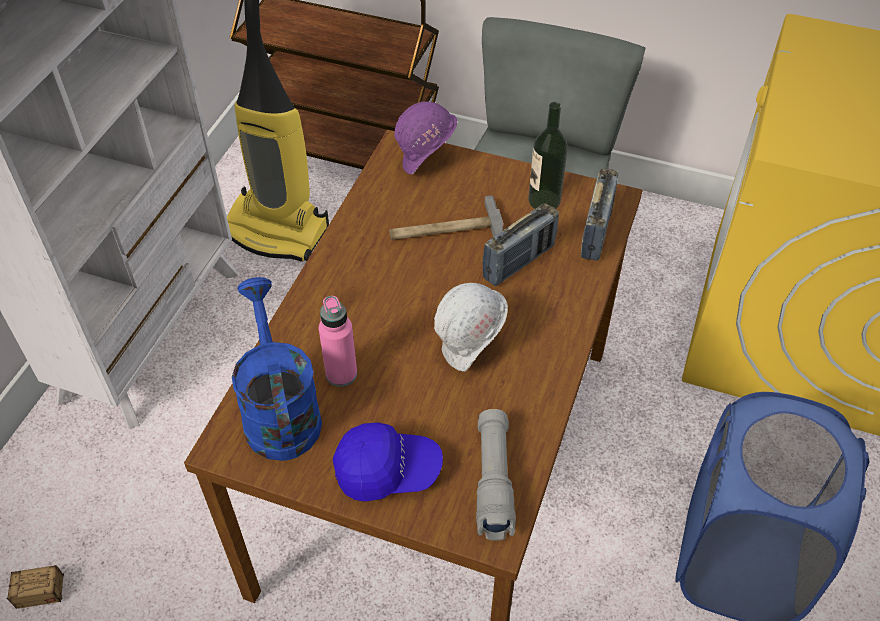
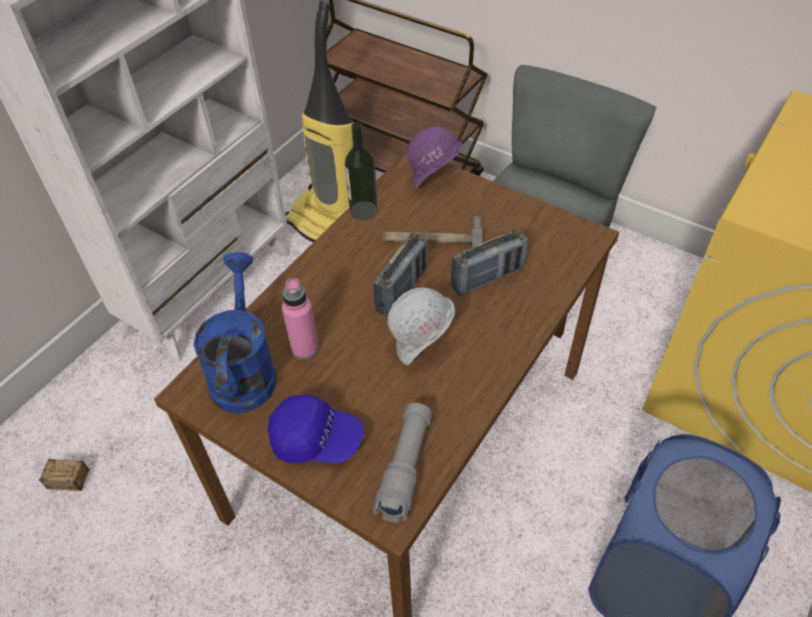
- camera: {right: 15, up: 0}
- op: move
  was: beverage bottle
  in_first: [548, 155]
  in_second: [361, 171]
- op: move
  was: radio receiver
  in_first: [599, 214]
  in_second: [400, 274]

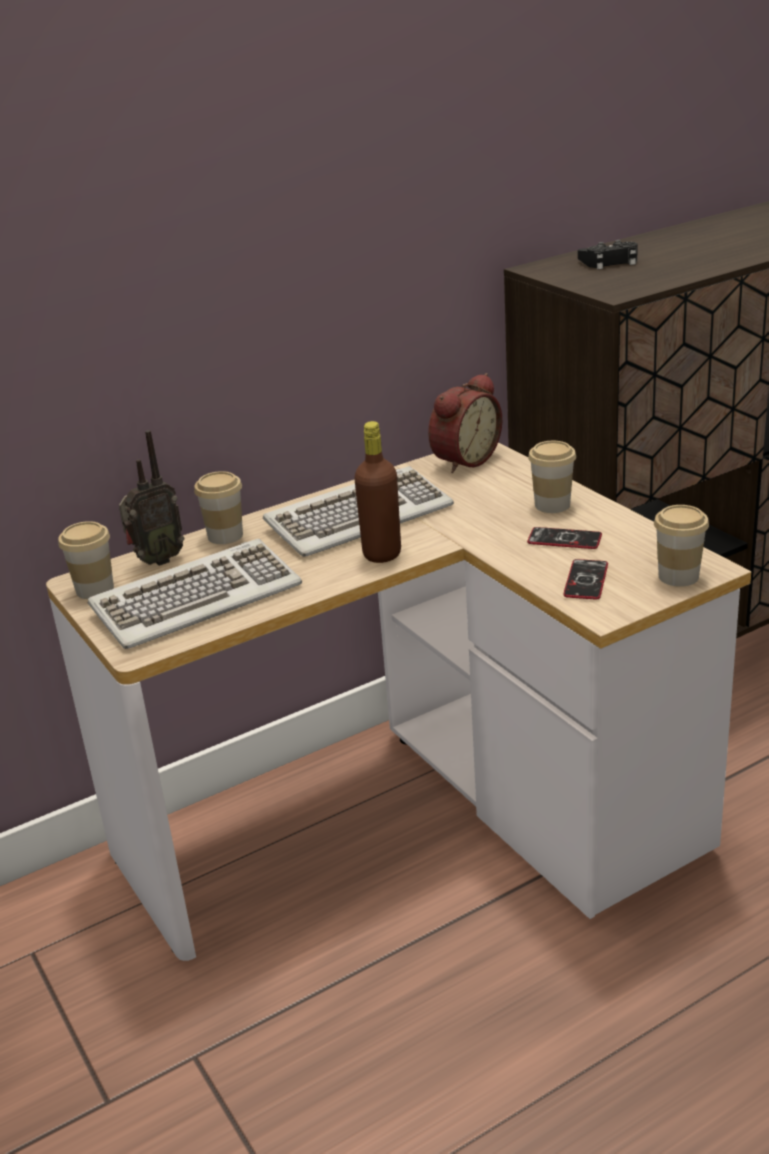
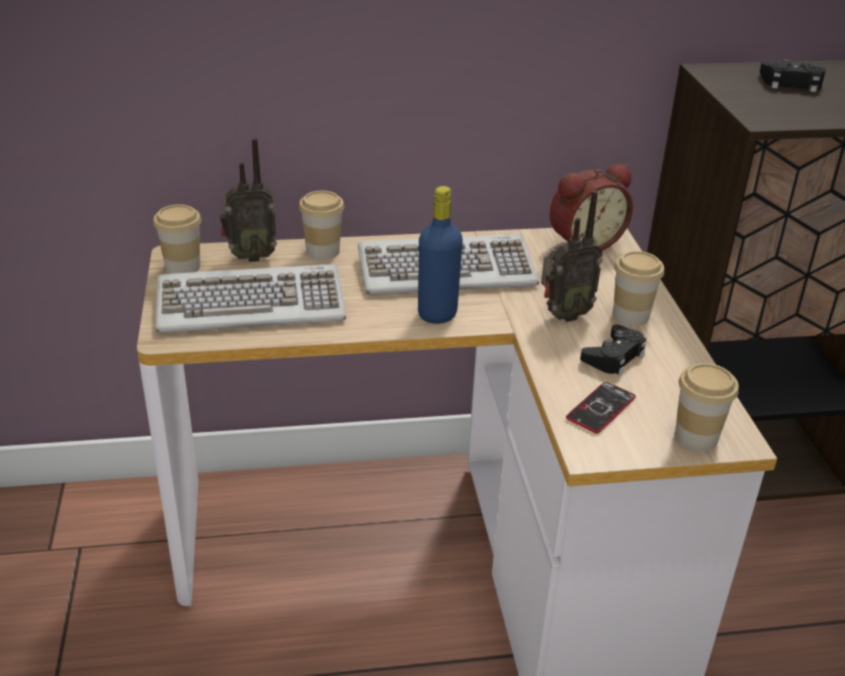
- camera: {right: 20, up: 5}
- op: insert
  now: radio receiver
  in_second: [572, 256]
- op: replace
  was: telephone
  now: gamepad (black-coloured)
  in_first: [564, 538]
  in_second: [613, 350]
- op: recolor
  was: beverage bottle (brown)
  now: beverage bottle (bluish)
  in_first: [377, 492]
  in_second: [440, 255]

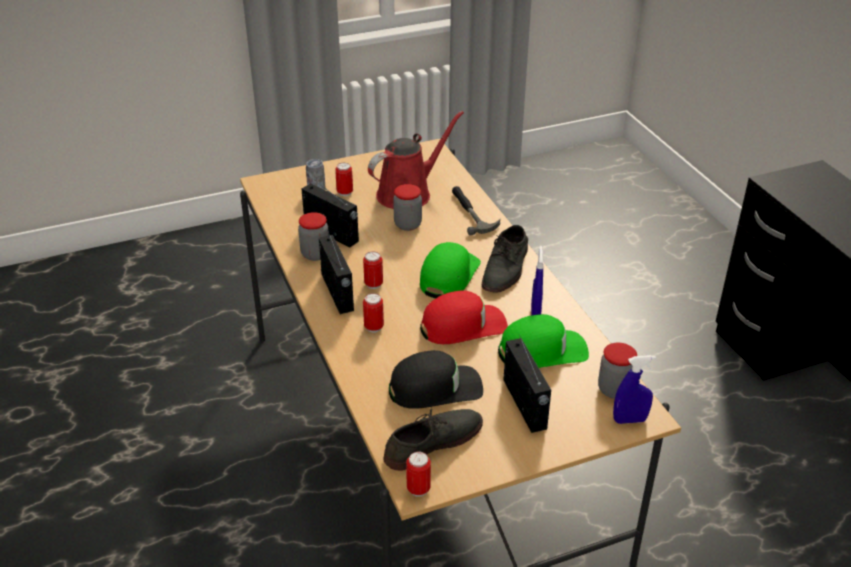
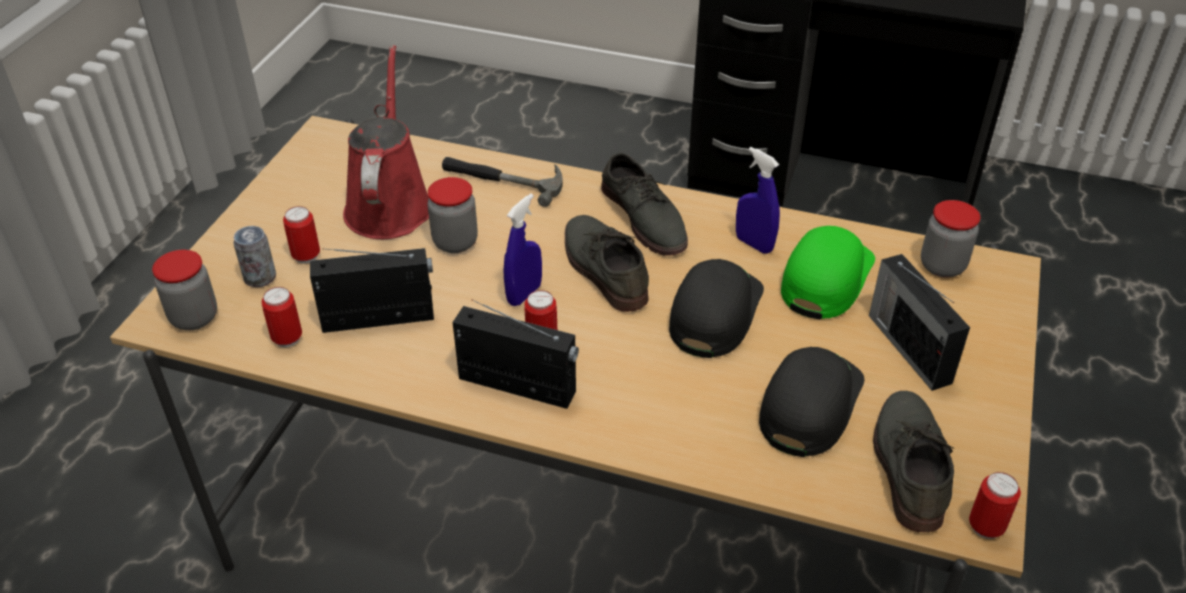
- camera: {right: -50, up: 5}
- op: move
  was: storage jar
  in_first: [313, 236]
  in_second: [184, 290]
- op: move
  was: sealed can
  in_first: [373, 312]
  in_second: [282, 317]
- op: move
  was: sprayer (bluish)
  in_first: [634, 389]
  in_second: [522, 250]
- op: replace
  was: baseball cap (greenish)
  now: low shoe (grey)
  in_first: [450, 270]
  in_second: [607, 263]
- op: recolor
  was: baseball cap (red)
  now: baseball cap (black-coloured)
  in_first: [464, 317]
  in_second: [716, 308]
- op: rotate
  was: radio receiver
  in_first: [527, 384]
  in_second: [919, 322]
  clockwise: -135

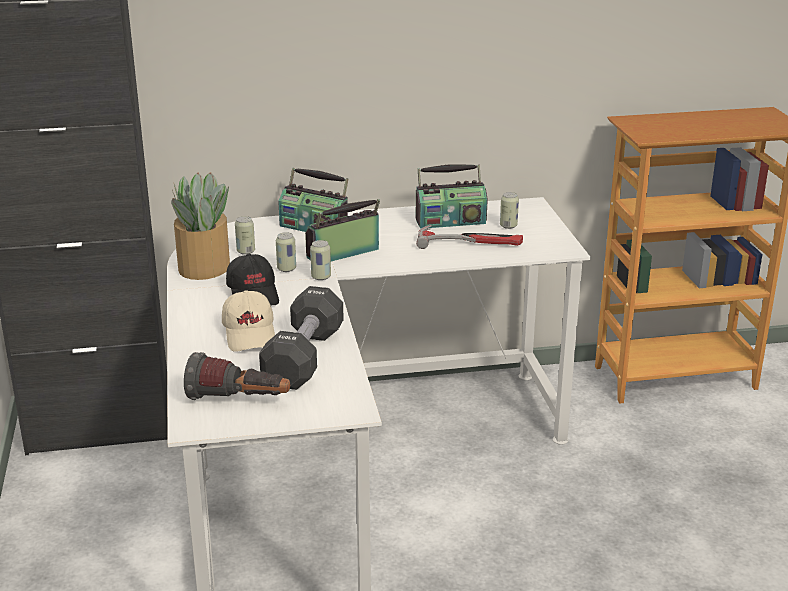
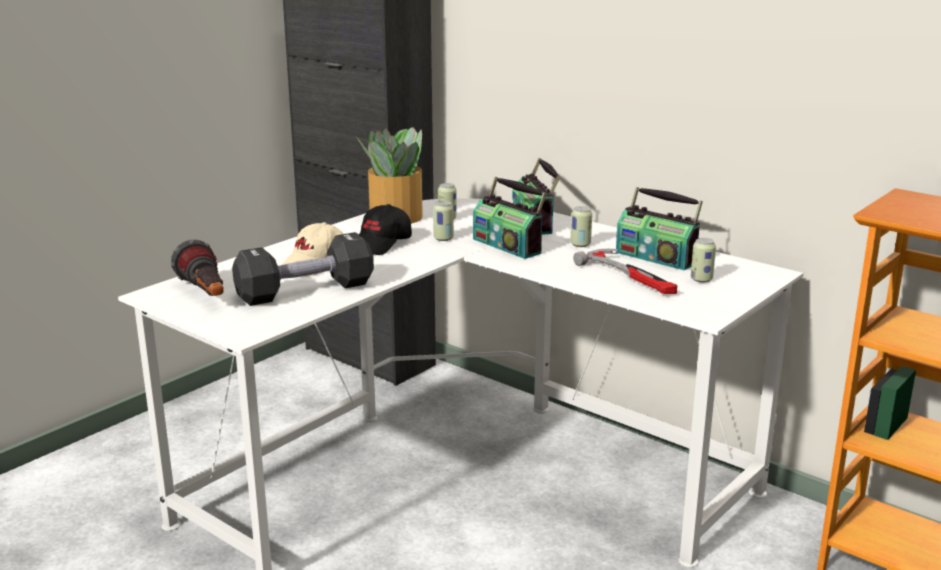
- camera: {right: 50, up: -5}
- op: move
  was: sealed can
  in_first: [320, 260]
  in_second: [581, 226]
- op: rotate
  was: radio receiver
  in_first: [342, 230]
  in_second: [510, 218]
  clockwise: -150

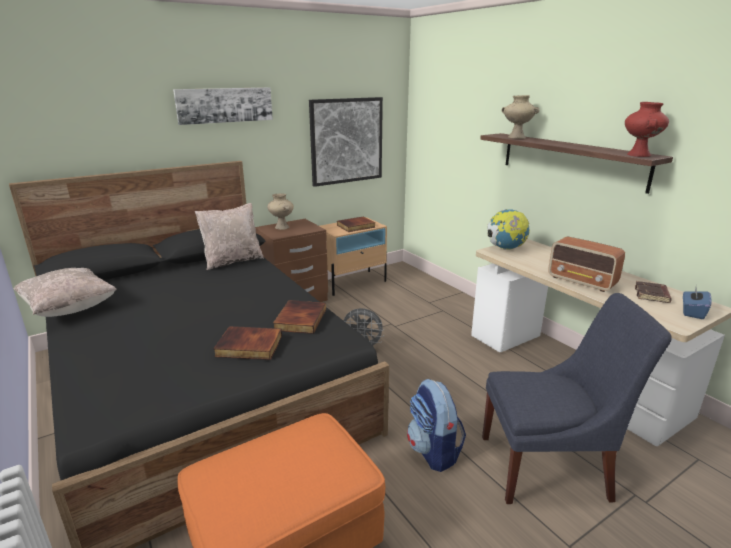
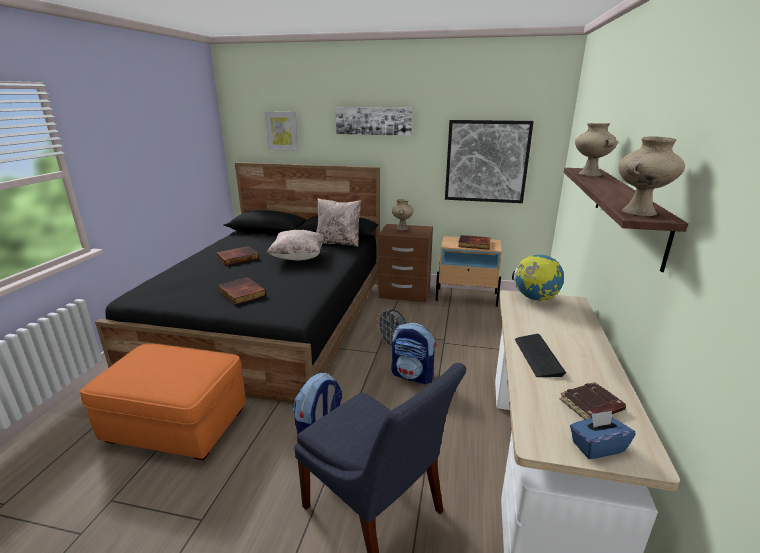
- camera: {right: 45, up: 0}
- op: insert
  now: picture
  in_second: [281, 131]
- op: insert
  now: rucksack
  in_second: [414, 354]
- op: move
  was: throw pillow (sand-coloured)
  in_first: [65, 292]
  in_second: [296, 245]
- op: move
  was: volume
  in_first: [299, 317]
  in_second: [238, 256]
- op: replace
  was: radio receiver
  now: PC keyboard
  in_first: [586, 264]
  in_second: [540, 355]
- op: recolor
  was: vase (red)
  now: vase (sand-coloured)
  in_first: [647, 129]
  in_second: [652, 176]

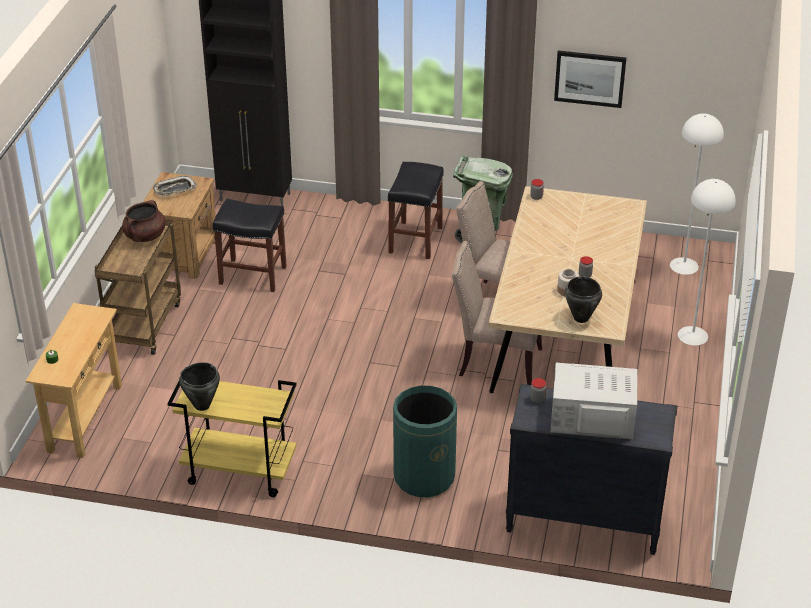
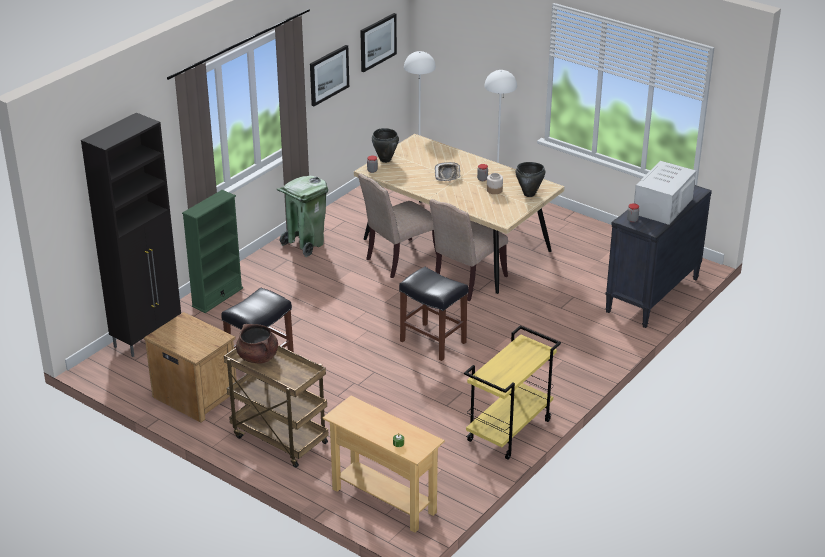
- camera: {right: -65, up: -5}
- op: delete
  was: waste bin (greenish)
  in_first: [425, 441]
- op: insert
  now: bookshelf (greenish)
  in_second: [212, 251]
- op: insert
  now: picture
  in_second: [378, 42]
- op: move
  was: tray
  in_first: [175, 186]
  in_second: [447, 171]
- op: move
  was: cooking pot (black-coloured)
  in_first: [199, 386]
  in_second: [385, 145]
- op: move
  was: sitting stool (black-coloured)
  in_first: [416, 210]
  in_second: [434, 314]

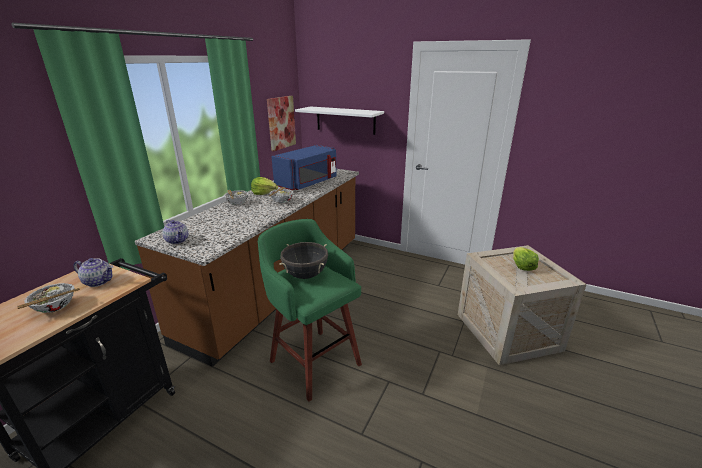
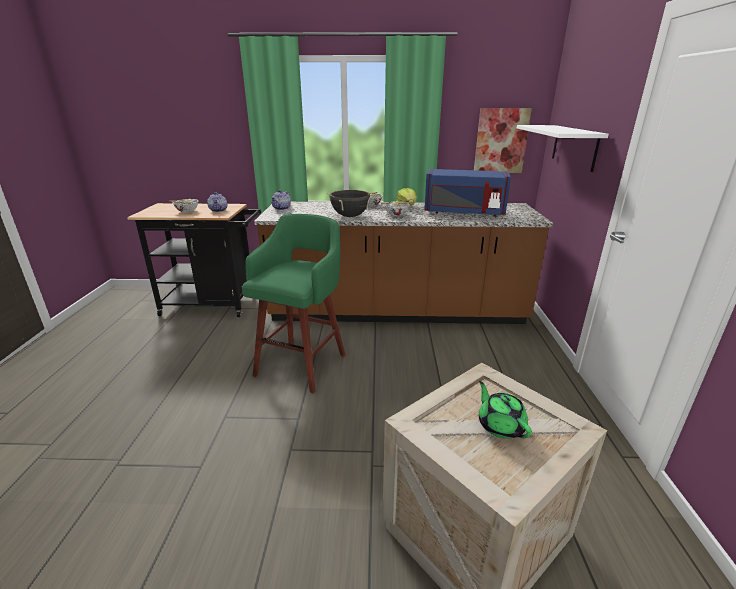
- camera: {right: 65, up: 0}
- op: move
  was: cooking pot (black-coloured)
  in_first: [304, 260]
  in_second: [350, 203]
- op: replace
  was: lettuce head
  now: pot for tea (greenish)
  in_first: [526, 259]
  in_second: [505, 410]

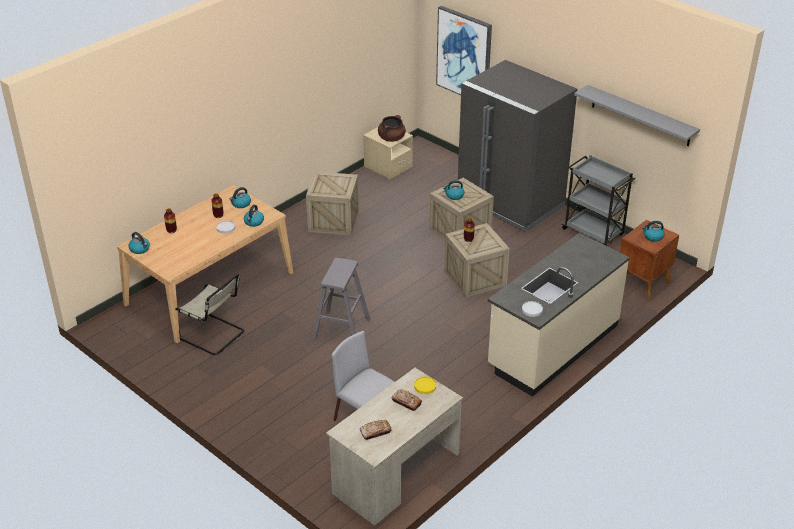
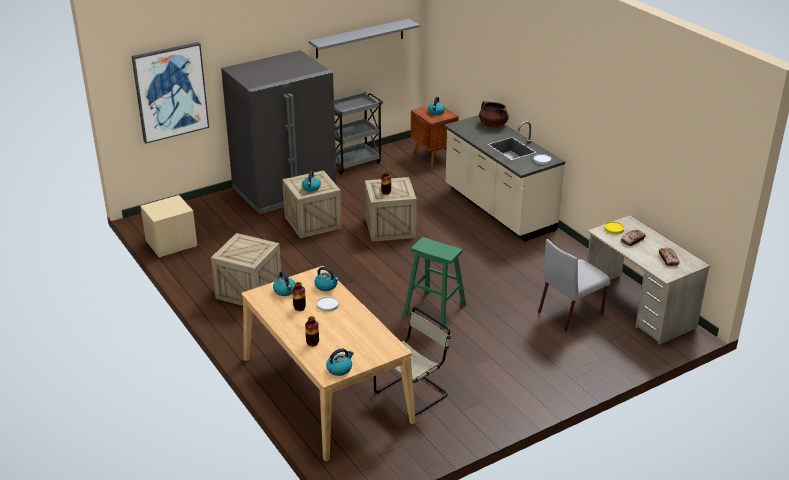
- camera: {right: -75, up: -5}
- op: move
  was: cooking pot (brown)
  in_first: [392, 128]
  in_second: [494, 114]
- op: recolor
  was: sitting stool (grey)
  now: sitting stool (greenish)
  in_first: [341, 299]
  in_second: [434, 283]

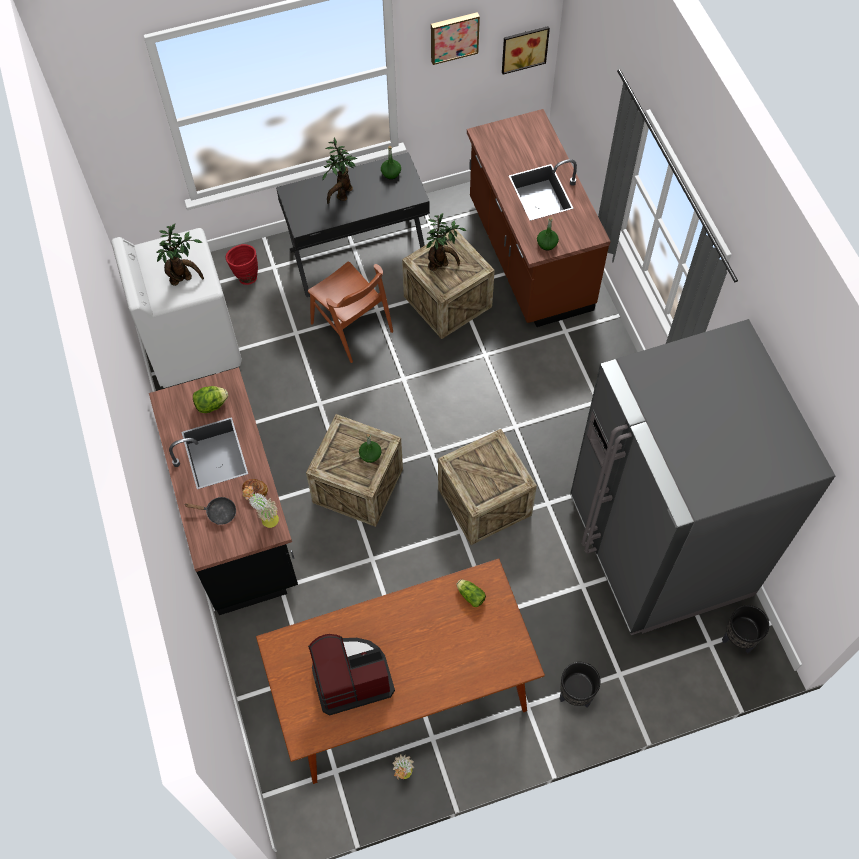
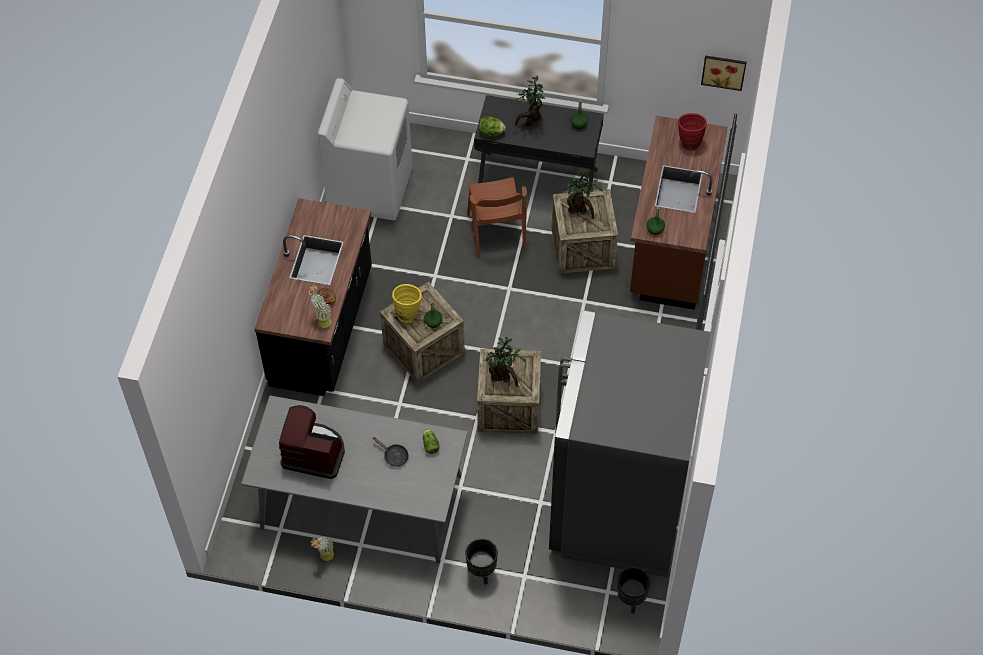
- camera: {right: 30, up: -5}
- op: delete
  was: picture
  in_first: [455, 38]
- op: insert
  now: vase (yellow-coloured)
  in_second: [407, 303]
- op: move
  was: potted plant
  in_first: [180, 255]
  in_second: [505, 362]
- op: move
  was: pan (black-coloured)
  in_first: [210, 511]
  in_second: [390, 452]
- op: move
  was: lettuce head
  in_first: [210, 399]
  in_second: [492, 126]
- op: move
  was: vase (red)
  in_first: [242, 264]
  in_second: [692, 132]
- op: recolor
  was: kitchen table (brown)
  now: kitchen table (grey)
  in_first: [400, 671]
  in_second: [354, 479]

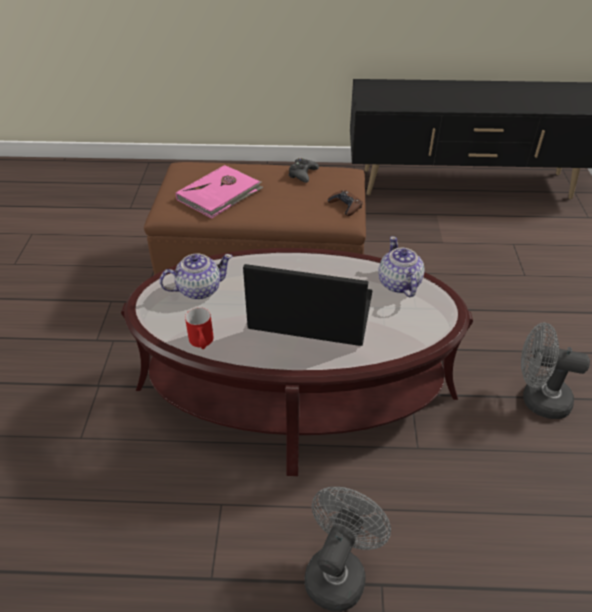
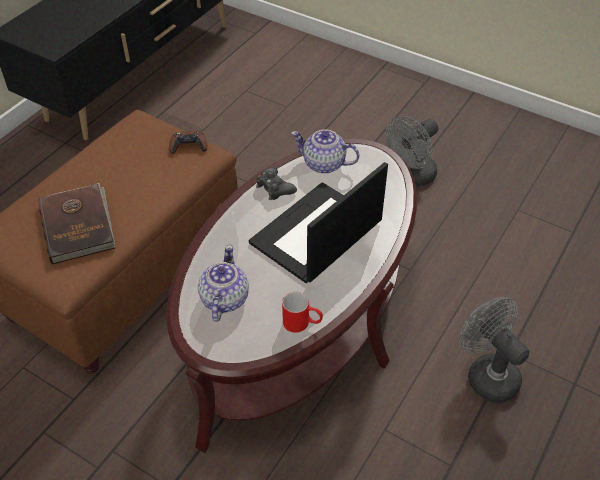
- camera: {right: -60, up: 5}
- op: move
  was: gamepad (black-coloured)
  in_first: [303, 170]
  in_second: [276, 183]
- op: recolor
  was: volume (pinkish)
  now: volume (brown)
  in_first: [220, 191]
  in_second: [77, 224]

